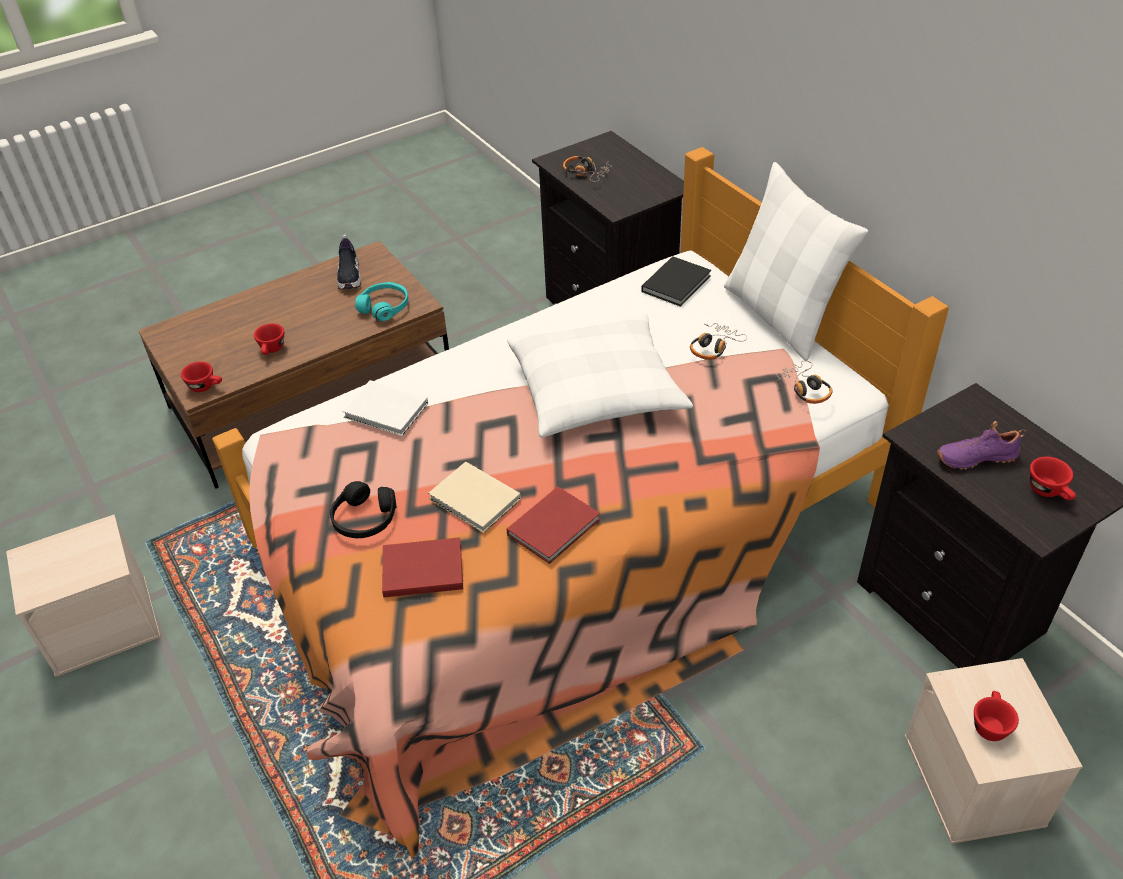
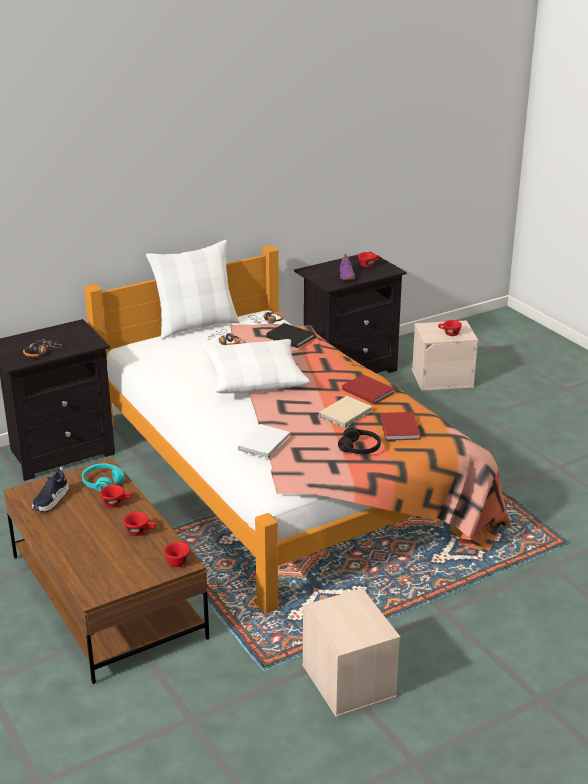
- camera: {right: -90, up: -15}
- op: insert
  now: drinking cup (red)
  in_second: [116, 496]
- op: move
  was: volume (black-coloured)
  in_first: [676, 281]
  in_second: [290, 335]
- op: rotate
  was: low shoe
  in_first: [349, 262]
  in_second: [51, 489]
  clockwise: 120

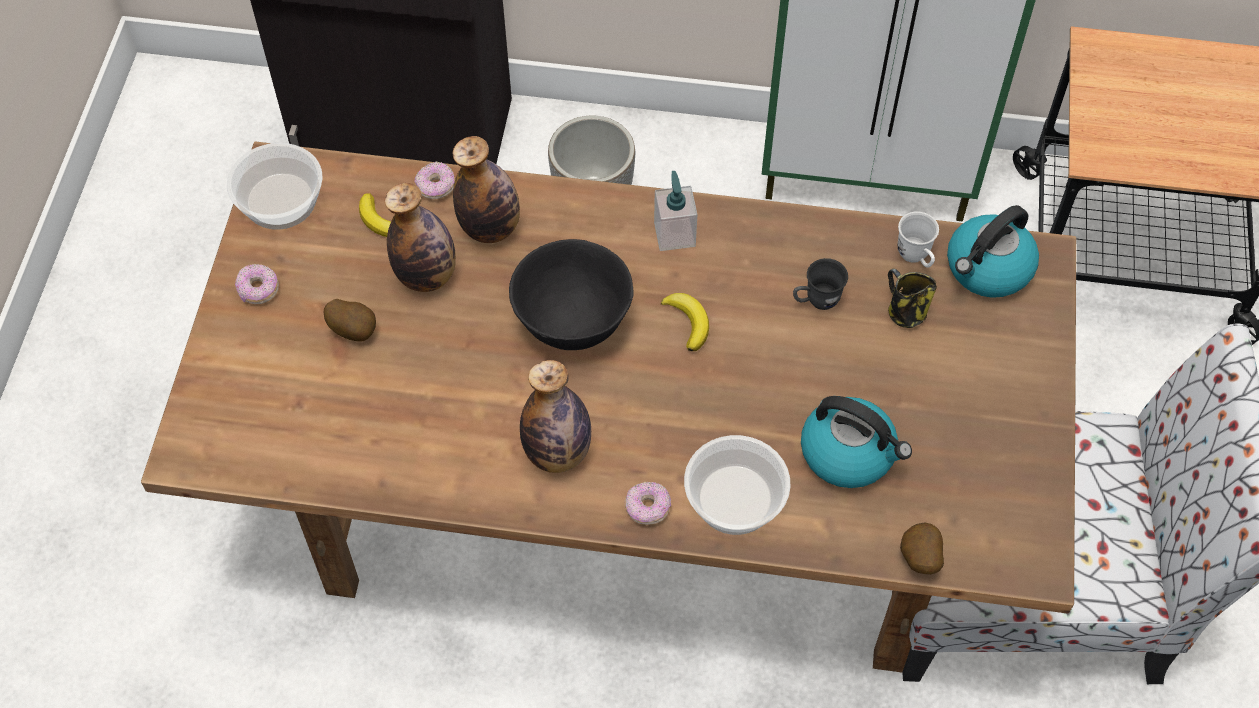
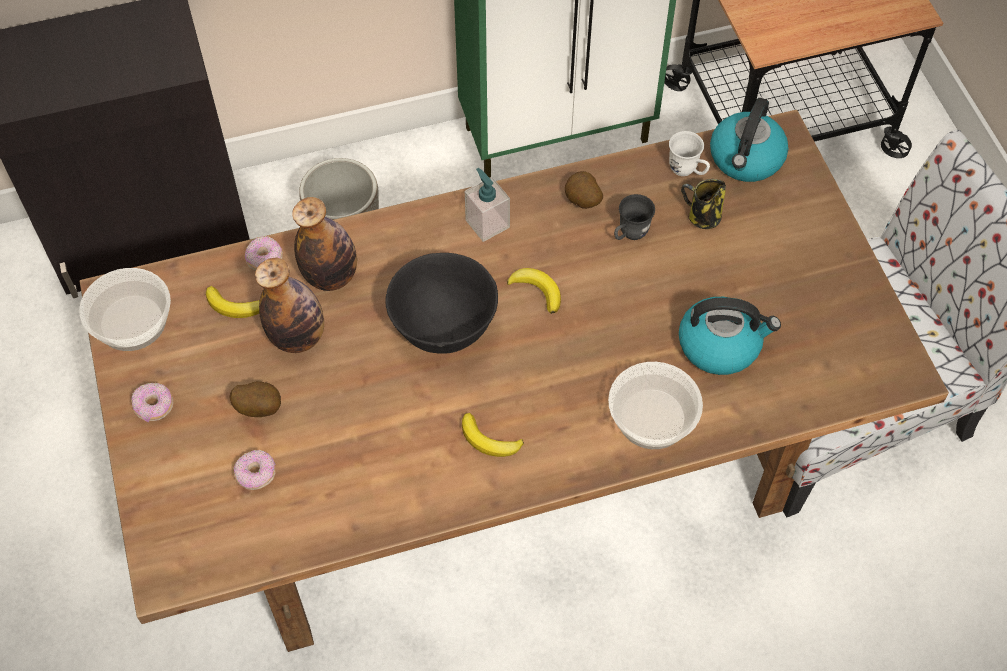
- camera: {right: -25, up: 0}
- op: move
  was: donut
  in_first: [648, 503]
  in_second: [255, 470]
- op: move
  was: whole potato
  in_first: [922, 548]
  in_second: [584, 190]
- op: replace
  was: beverage bottle
  now: whole banana
  in_first: [555, 416]
  in_second: [493, 435]

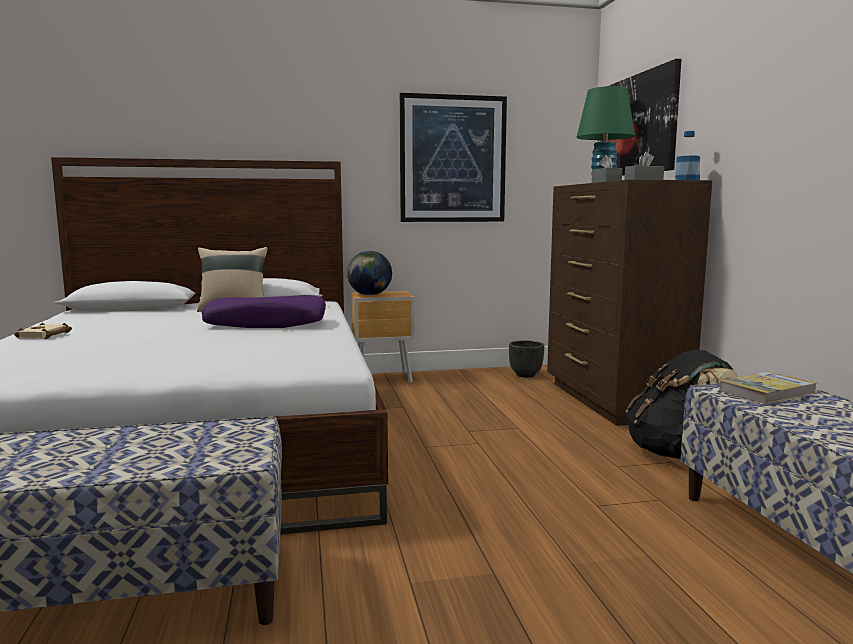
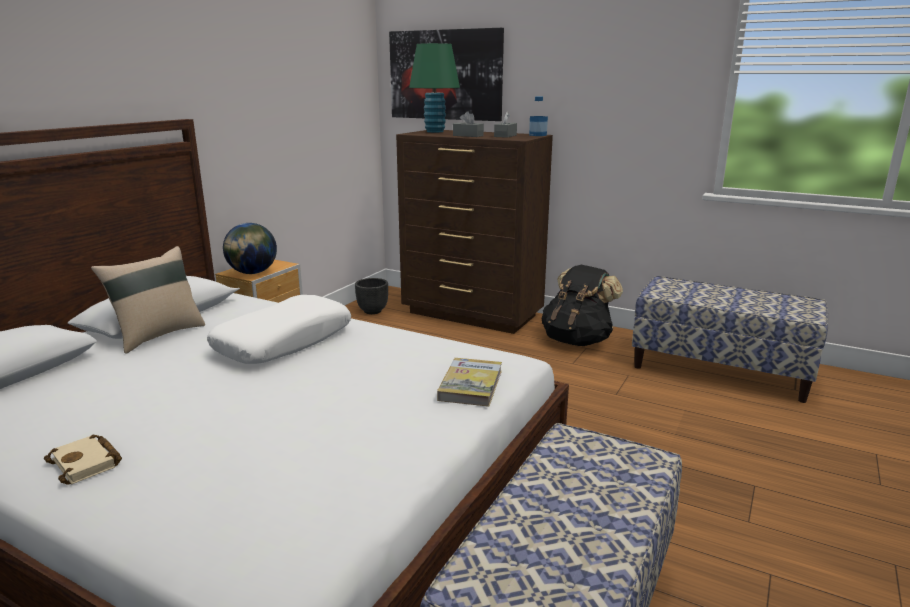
- camera: {right: -50, up: 10}
- op: delete
  was: picture
  in_first: [453, 157]
- op: move
  was: volume
  in_first: [768, 387]
  in_second: [469, 382]
- op: recolor
  was: throw pillow (purple-coloured)
  now: throw pillow (whitish)
  in_first: [264, 311]
  in_second: [279, 329]

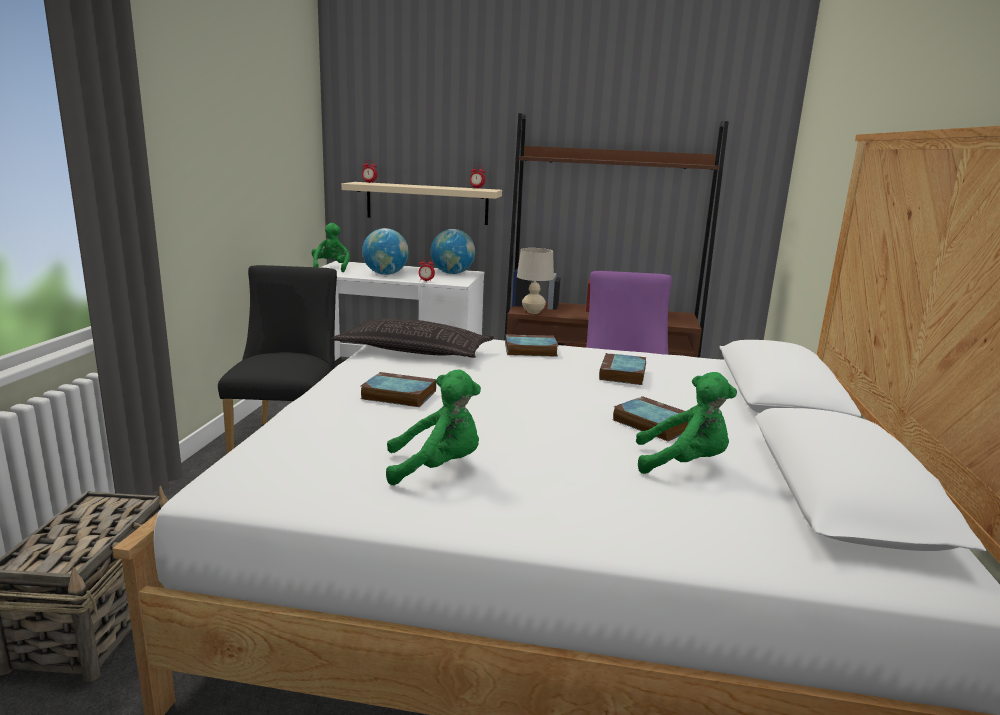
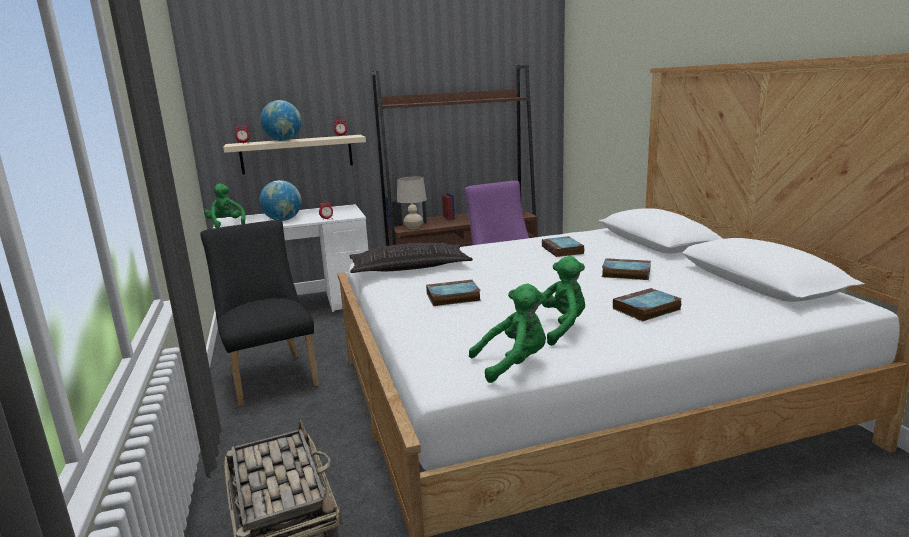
- camera: {right: -25, up: 0}
- op: move
  was: globe
  in_first: [453, 251]
  in_second: [281, 120]
- op: move
  was: volume
  in_first: [531, 345]
  in_second: [647, 304]
- op: move
  was: soft toy (greenish)
  in_first: [686, 423]
  in_second: [507, 333]

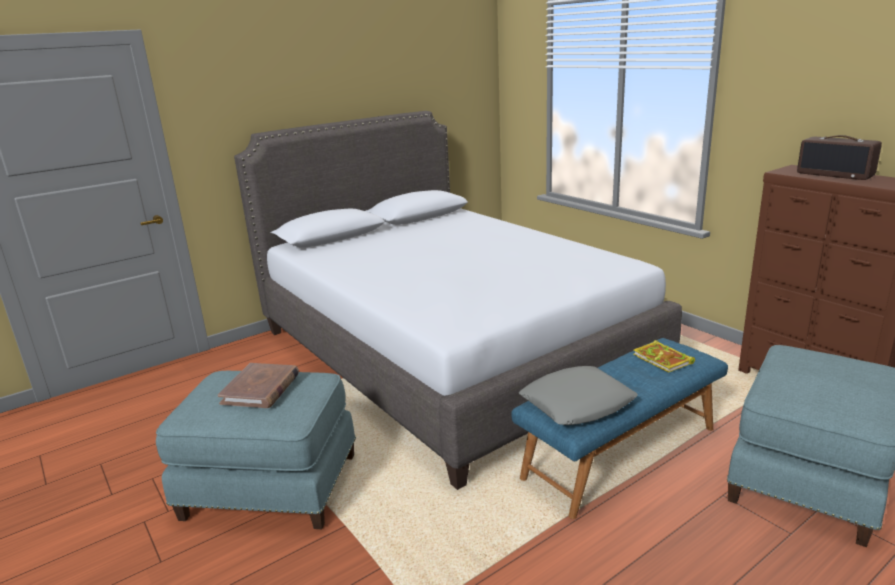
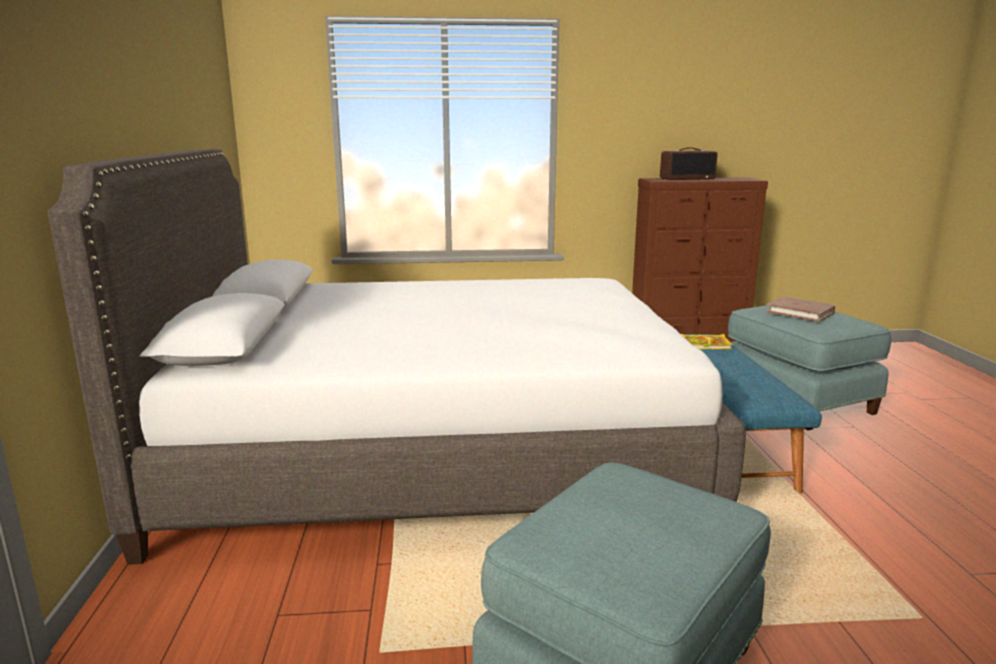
- camera: {right: -60, up: -5}
- op: delete
  was: throw pillow (grey)
  in_first: [578, 395]
- op: move
  was: volume (brown)
  in_first: [258, 385]
  in_second: [800, 309]

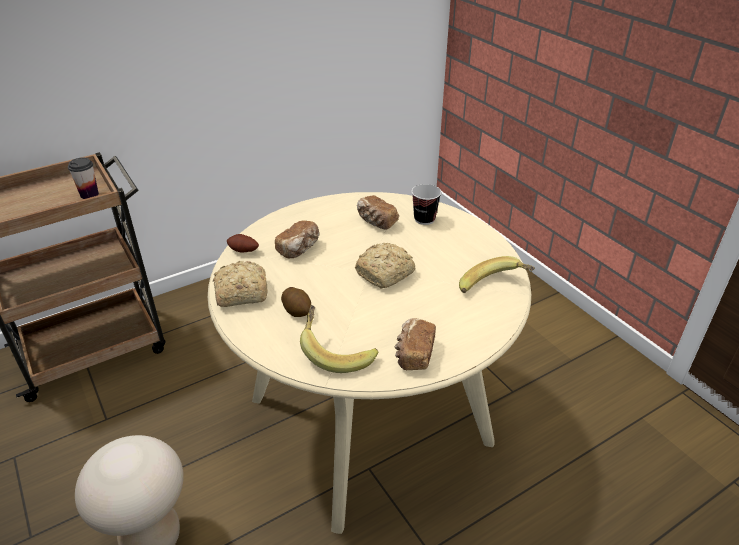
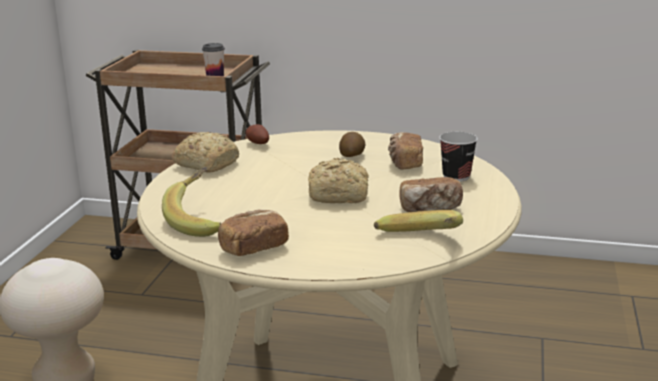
- camera: {right: 45, up: -15}
- op: move
  was: bread
  in_first: [297, 240]
  in_second: [431, 194]
- op: move
  was: whole potato
  in_first: [296, 302]
  in_second: [352, 144]

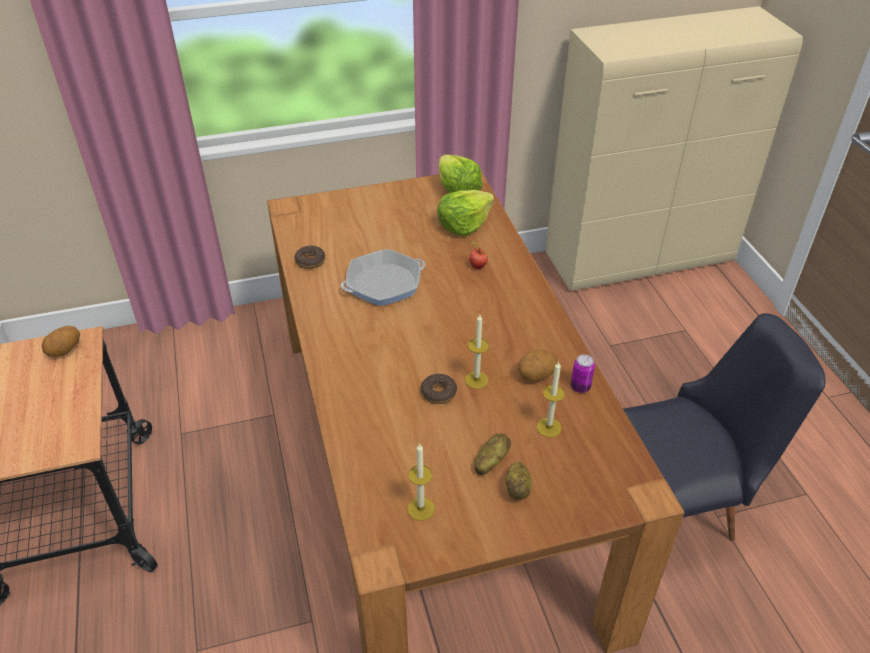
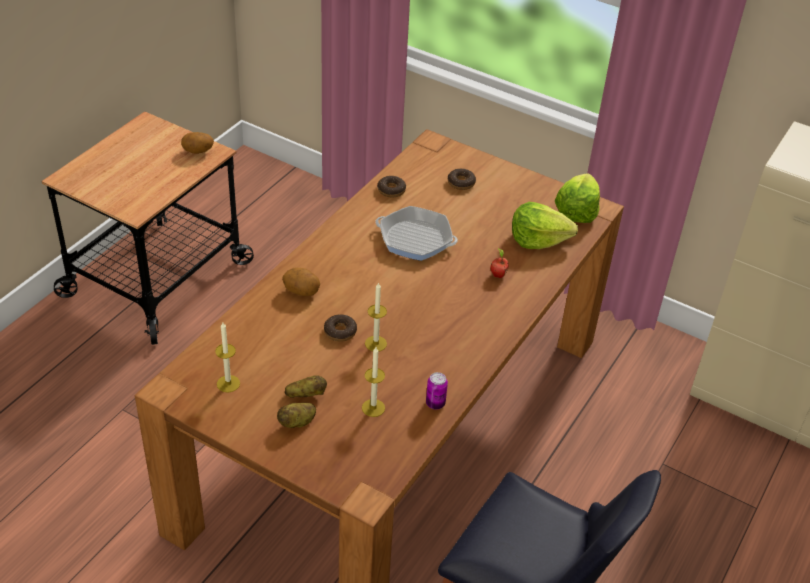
- camera: {right: 45, up: 0}
- op: insert
  now: donut
  in_second: [462, 179]
- op: move
  was: whole potato
  in_first: [538, 365]
  in_second: [301, 281]

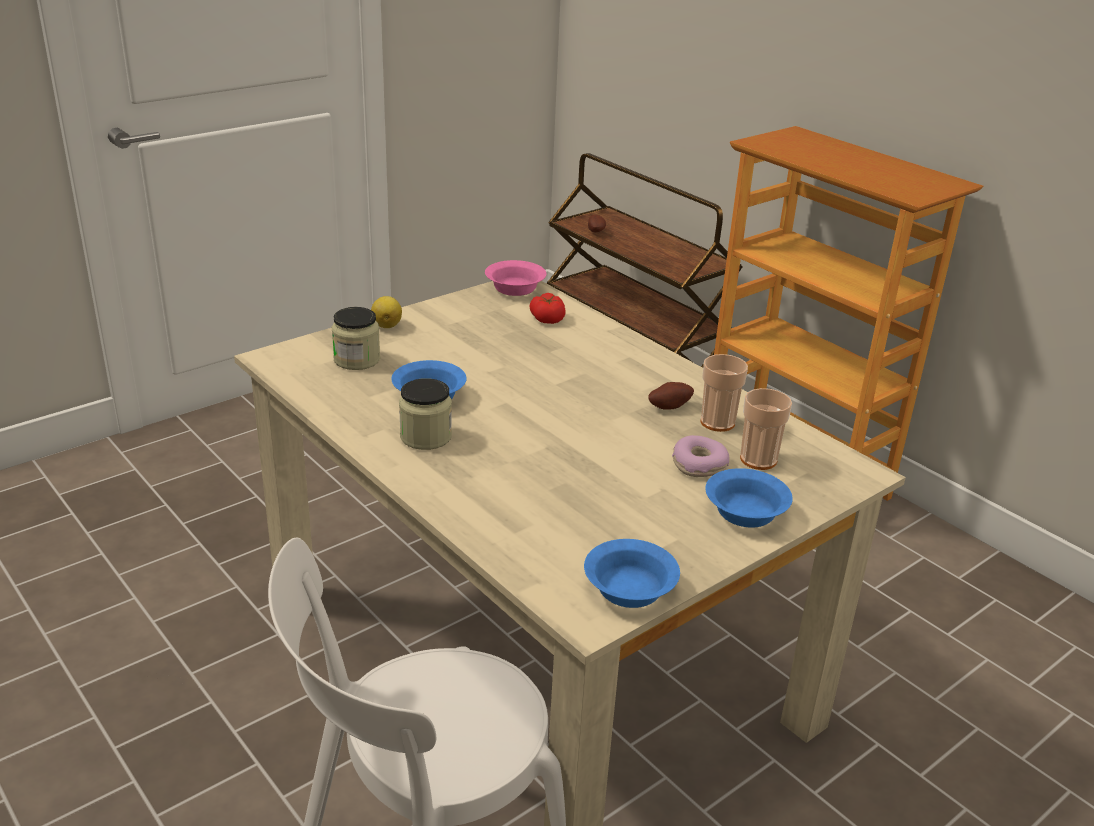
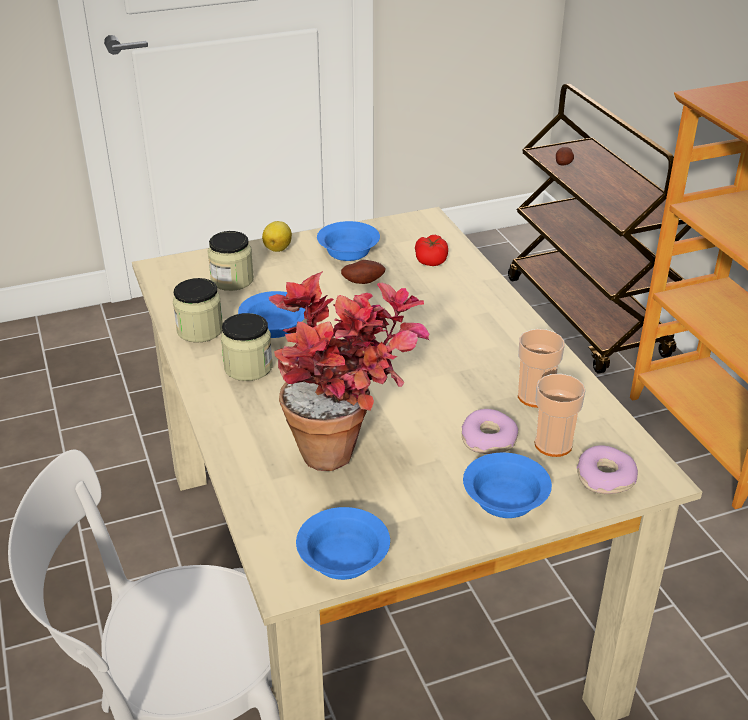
- camera: {right: 20, up: 5}
- op: delete
  was: serving bowl (pinkish)
  in_first: [515, 278]
- op: insert
  now: storage jar
  in_second: [198, 310]
- op: insert
  now: potted plant
  in_second: [349, 371]
- op: insert
  now: serving bowl (bluish)
  in_second: [348, 241]
- op: insert
  now: donut
  in_second: [607, 469]
- op: move
  was: whole potato
  in_first: [671, 396]
  in_second: [363, 272]

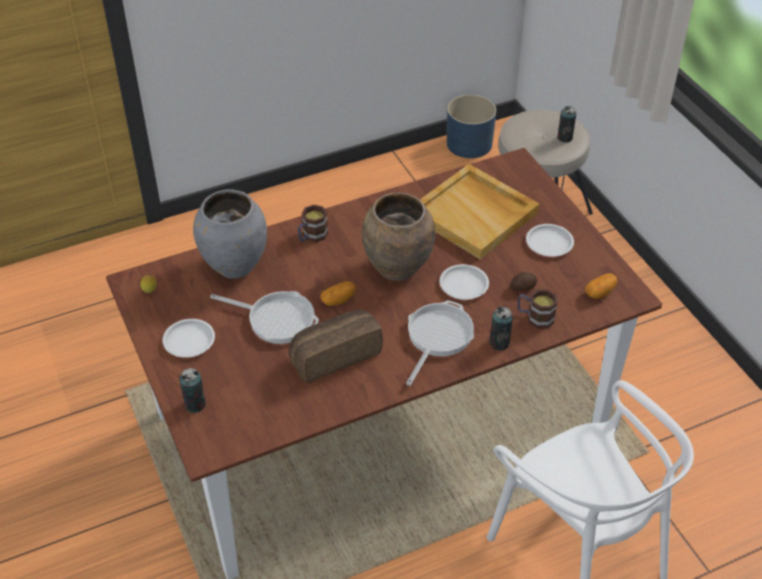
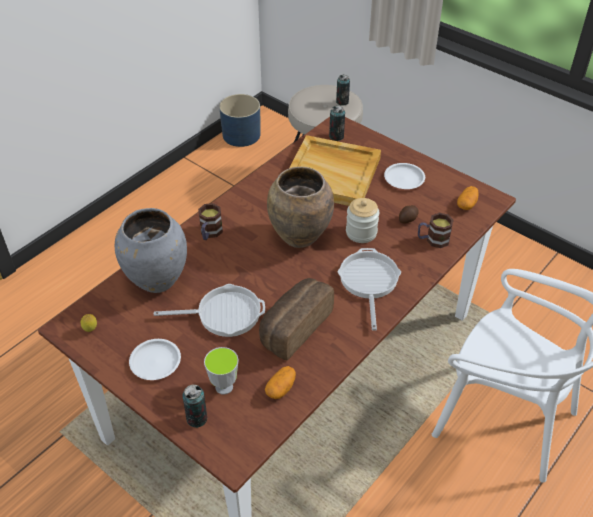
- camera: {right: -25, up: 0}
- op: insert
  now: drinking cup
  in_second: [221, 371]
- op: move
  was: whole potato
  in_first: [338, 293]
  in_second: [280, 382]
- op: move
  was: sealed can
  in_first: [501, 328]
  in_second: [337, 123]
- op: replace
  was: flat dish (whitish)
  now: storage jar
  in_first: [464, 282]
  in_second: [363, 220]

